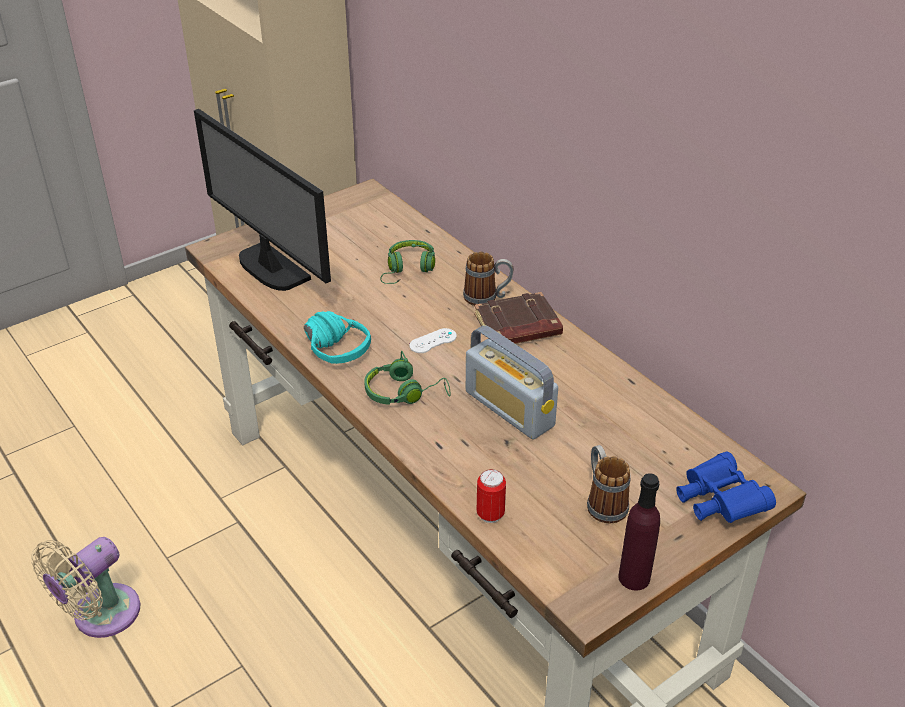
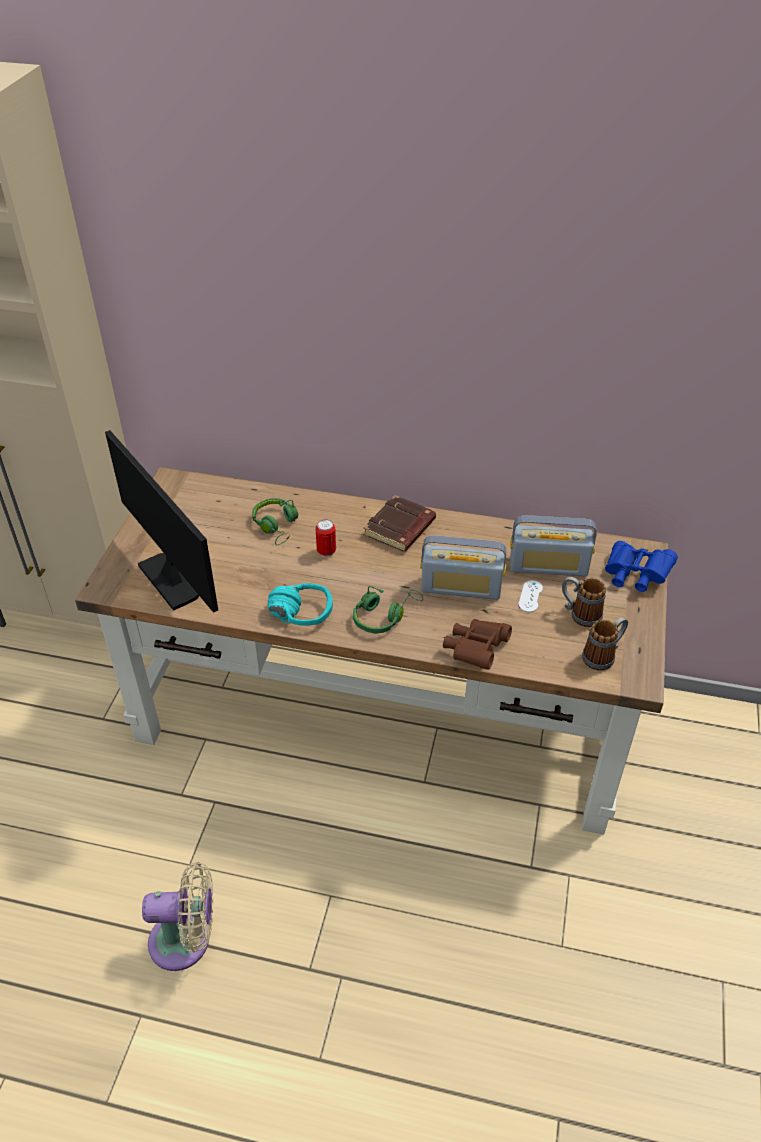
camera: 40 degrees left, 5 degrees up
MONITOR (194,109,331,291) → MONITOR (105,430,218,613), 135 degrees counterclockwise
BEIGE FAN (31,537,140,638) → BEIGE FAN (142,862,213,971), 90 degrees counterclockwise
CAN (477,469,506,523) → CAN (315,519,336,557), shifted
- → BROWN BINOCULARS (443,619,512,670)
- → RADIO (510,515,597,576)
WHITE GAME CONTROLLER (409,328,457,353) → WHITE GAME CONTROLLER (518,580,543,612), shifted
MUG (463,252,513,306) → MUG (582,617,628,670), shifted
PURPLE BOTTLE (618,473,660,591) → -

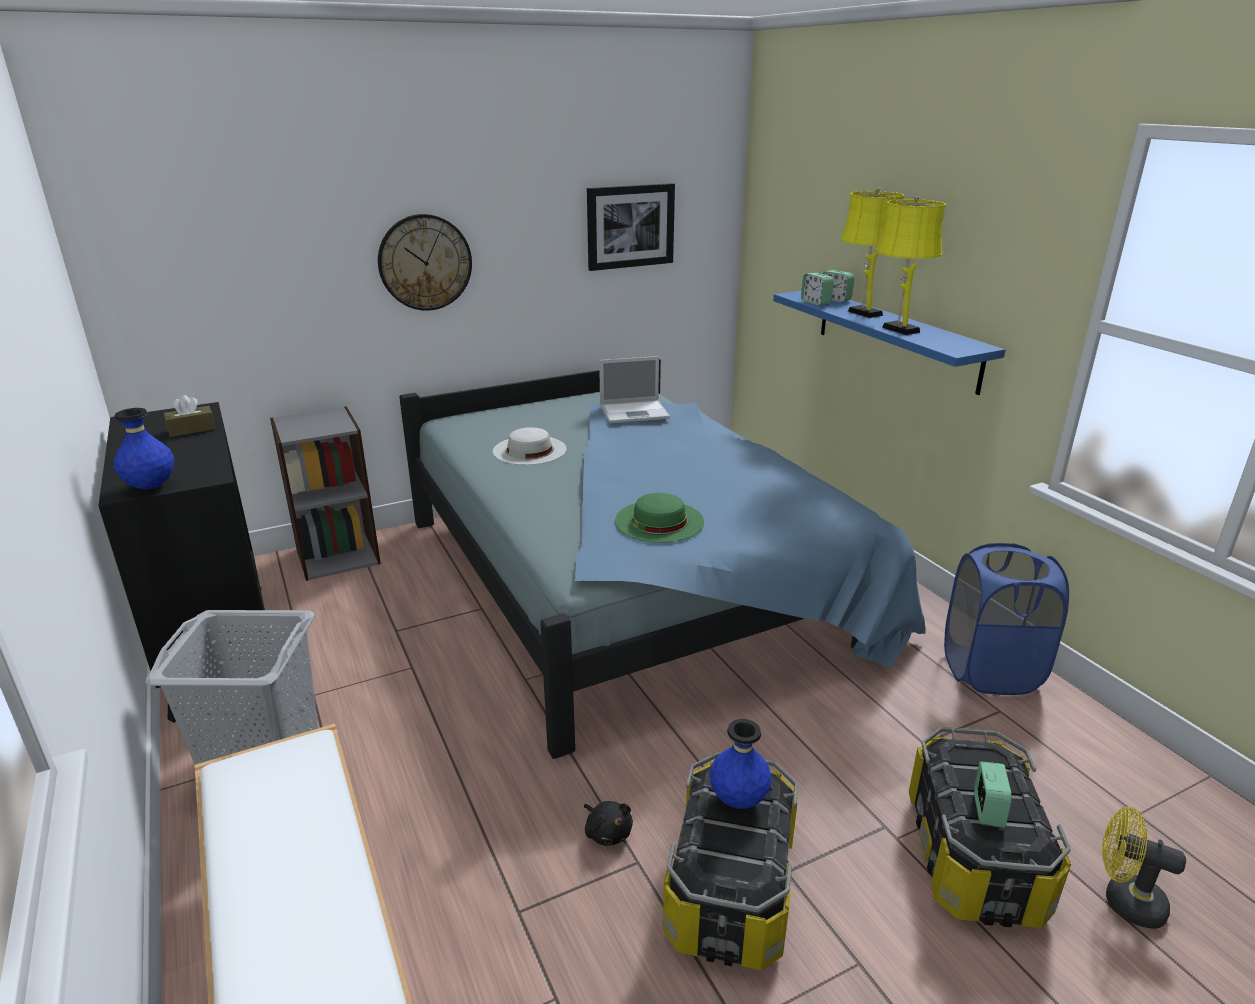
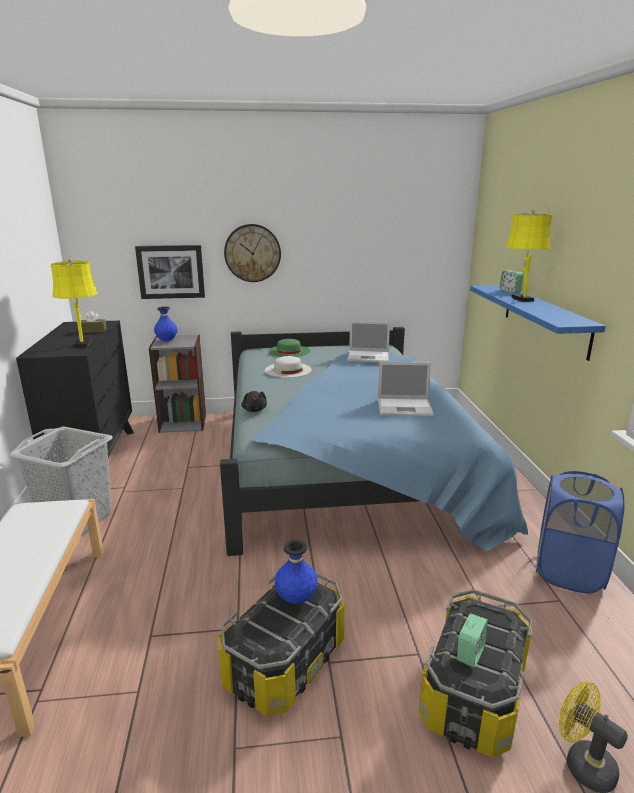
camera: 20 degrees right, 5 degrees down
YELLOW TABLE LAMP (876,196,946,335) → YELLOW TABLE LAMP (50,258,98,348), shifted
PICTURE (587,183,675,271) → PICTURE (135,245,205,299), shifted
BLUE VASE (114,408,174,490) → BLUE VASE (154,306,177,341), shifted
BLACK PLUSH TOY (584,801,633,846) → BLACK PLUSH TOY (241,391,267,412), shifted
GREEN HAT (615,493,704,543) → GREEN HAT (268,339,310,357), shifted
- → LAPTOP (378,362,434,416)
ALARM CLOCK (801,273,834,306) → -

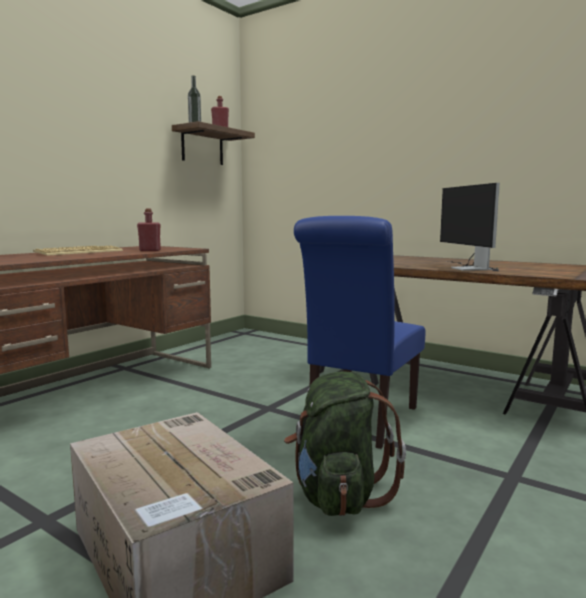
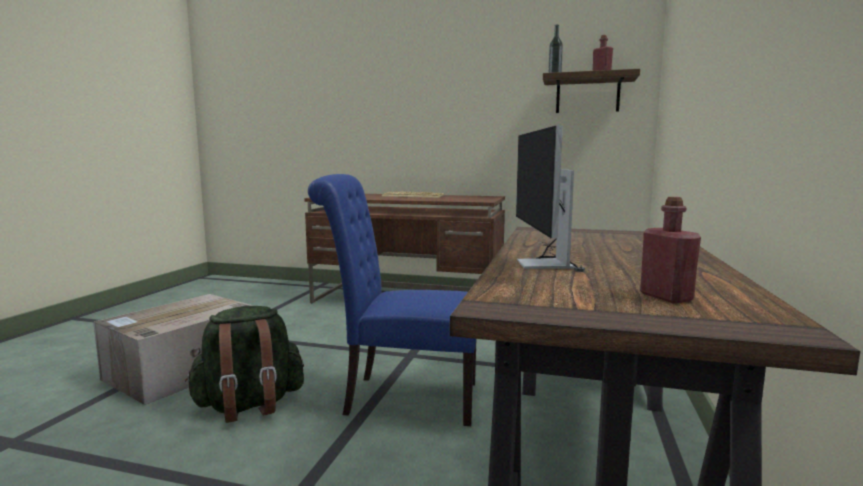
camera: 70 degrees right, 0 degrees up
MONITOR (440,183,500,271) → MONITOR (516,126,585,272), 60 degrees counterclockwise
RED BOTTLE (137,208,161,251) → RED BOTTLE (640,197,701,303), shifted

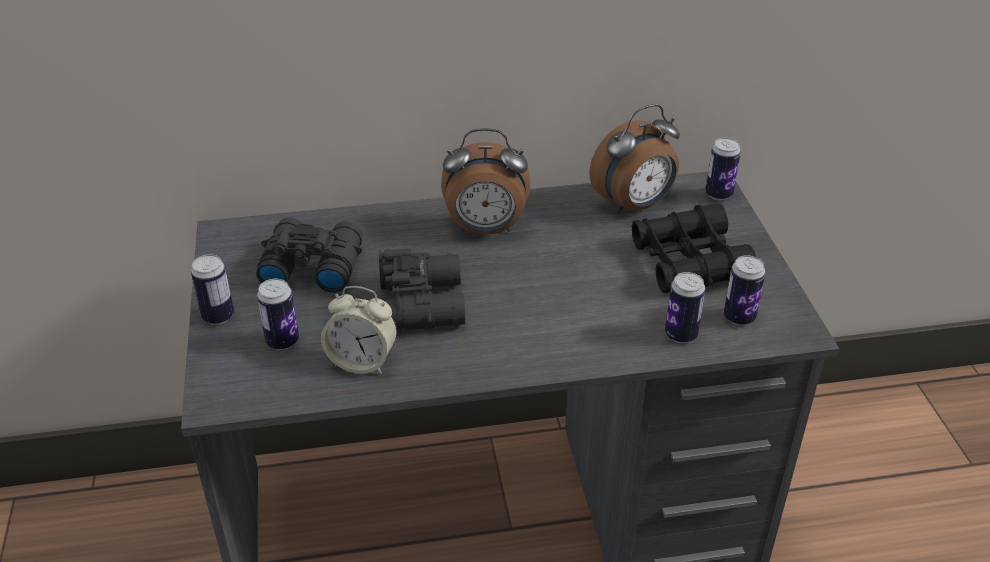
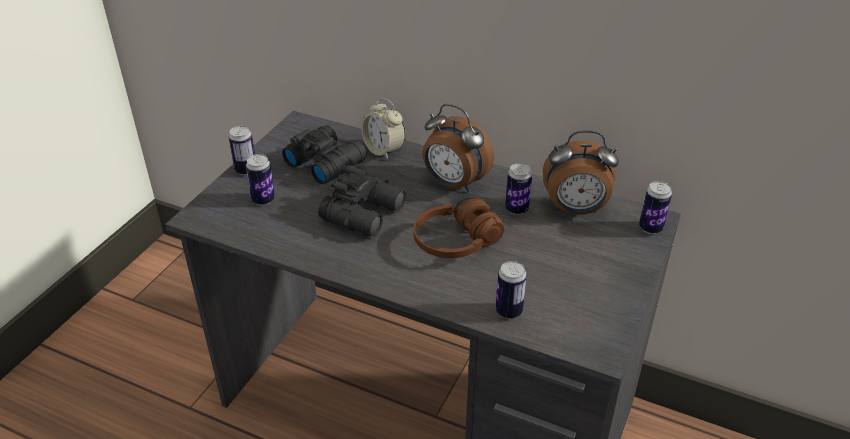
camera: 35 degrees right, 0 degrees up
ALARM CLOCK (321,286,397,374) → ALARM CLOCK (361,98,405,160), shifted
- → BROWN HEADPHONES (413,198,504,258)
CAN (724,255,766,326) → CAN (505,163,532,215), shifted
BLACK BINOCULARS (632,204,756,293) → -

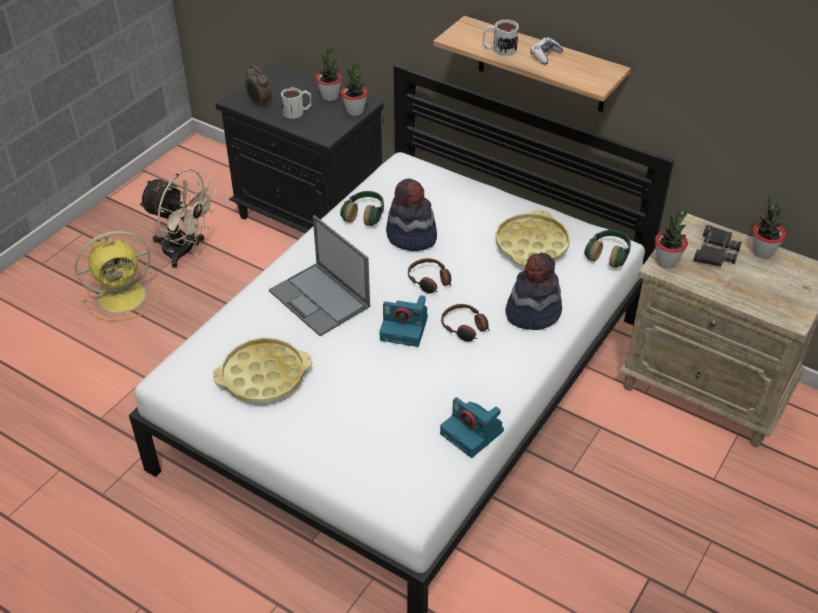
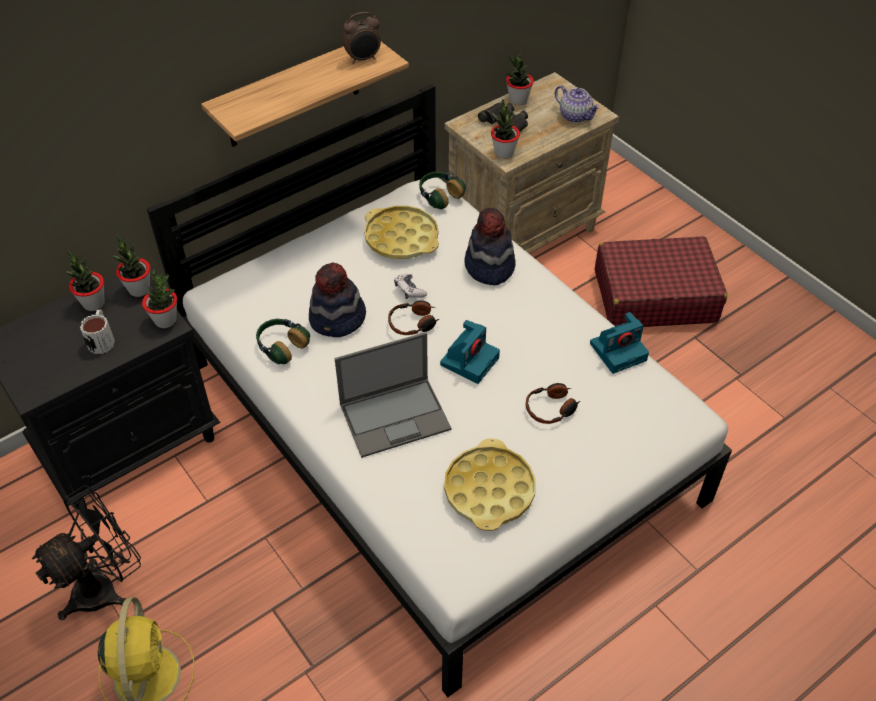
camera: 70 degrees left, 5 degrees up
BEIGE FAN (139,169,217,268) → BLACK FAN (32,485,141,620)
- → POTTED PLANT (142,270,177,328)
ALARM CLOCK (245,65,272,109) → ALARM CLOCK (342,12,381,64), shifted
GAME CONTROLLER (530,37,564,64) → GAME CONTROLLER (394,274,427,299), shifted
HEADPHONES (441,304,490,342) → HEADPHONES (526,383,580,424), shifted
- → TEAPOT (555,85,601,123)
- → RED SUITCASE (595,236,727,327)
MUG (483,20,519,56) → -

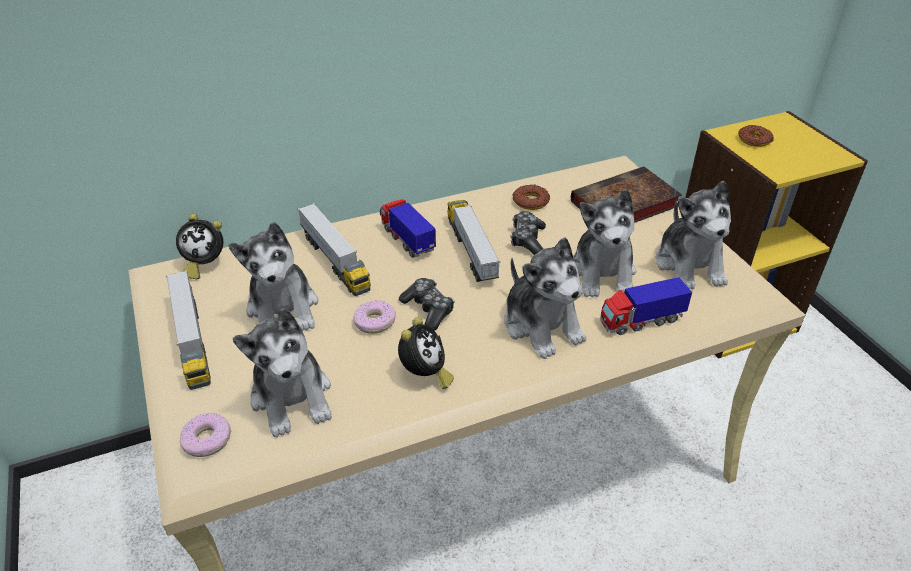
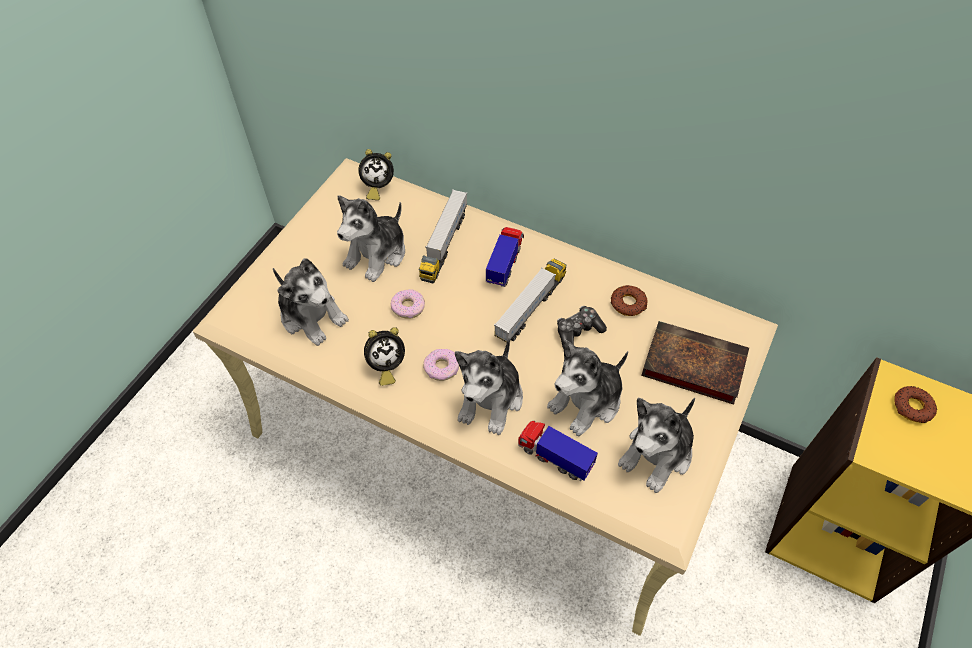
camera: 50 degrees right, 15 degrees up
PLUSH TOY (233,308,332,437) → PLUSH TOY (273,258,349,346), 75 degrees counterclockwise
ALARM CLOCK (176,214,223,279) → ALARM CLOCK (358,149,394,200), 60 degrees counterclockwise
DONUT (180,413,231,457) → DONUT (423,349,459,381), shifted
TOY TRUCK (166,270,211,390) → -
GAME CONTROLLER (399,278,454,331) → -

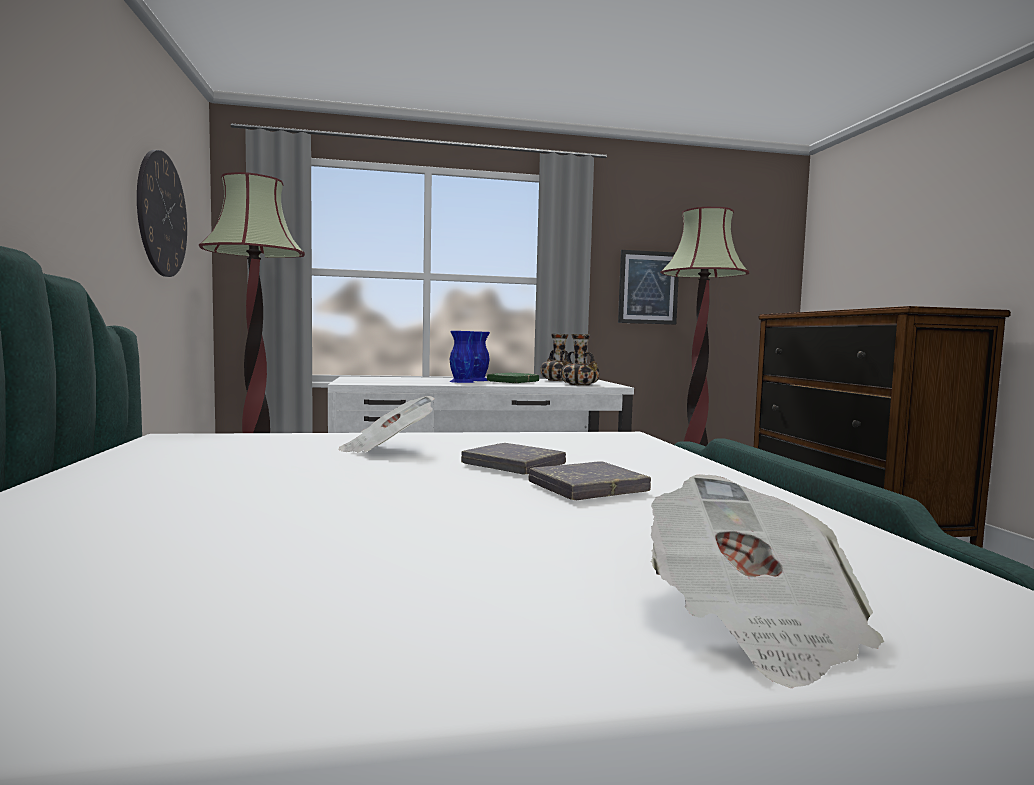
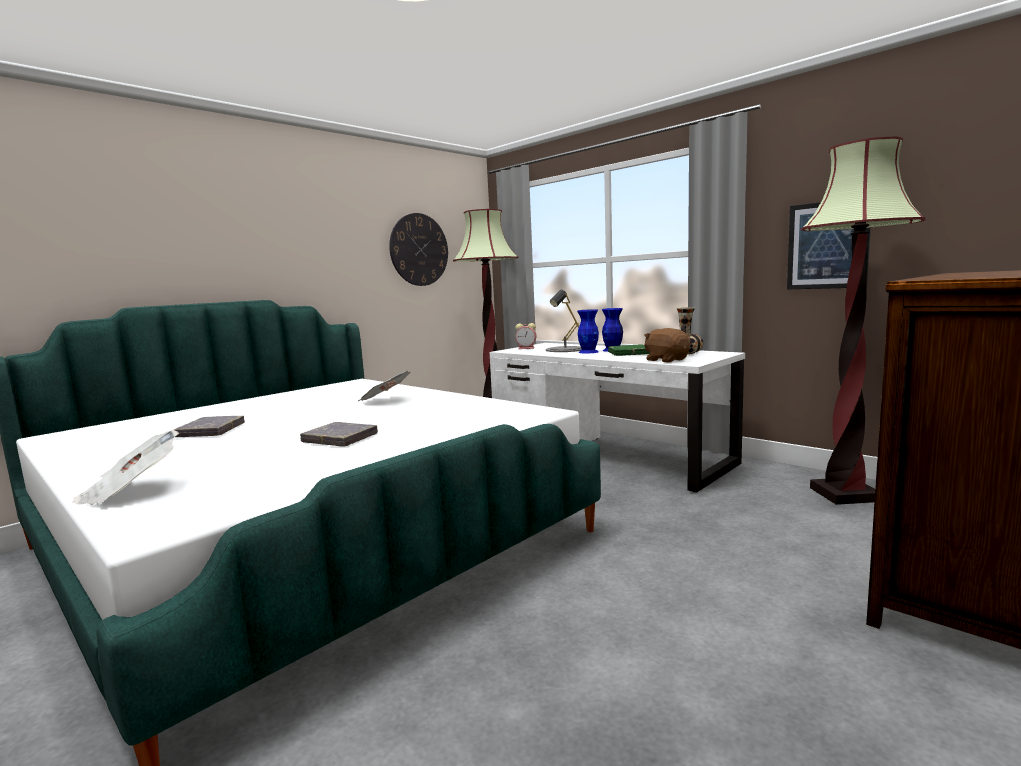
camera: 55 degrees right, 5 degrees up
GREY BOOK (461,443,566,474) → GREY BOOK (174,416,245,437), shifted
- → ALARM CLOCK (515,323,536,349)
- → GREY TABLE LAMP (546,290,582,352)
VASE (561,334,600,386) → BROWN PLUSH TOY (644,328,690,363)

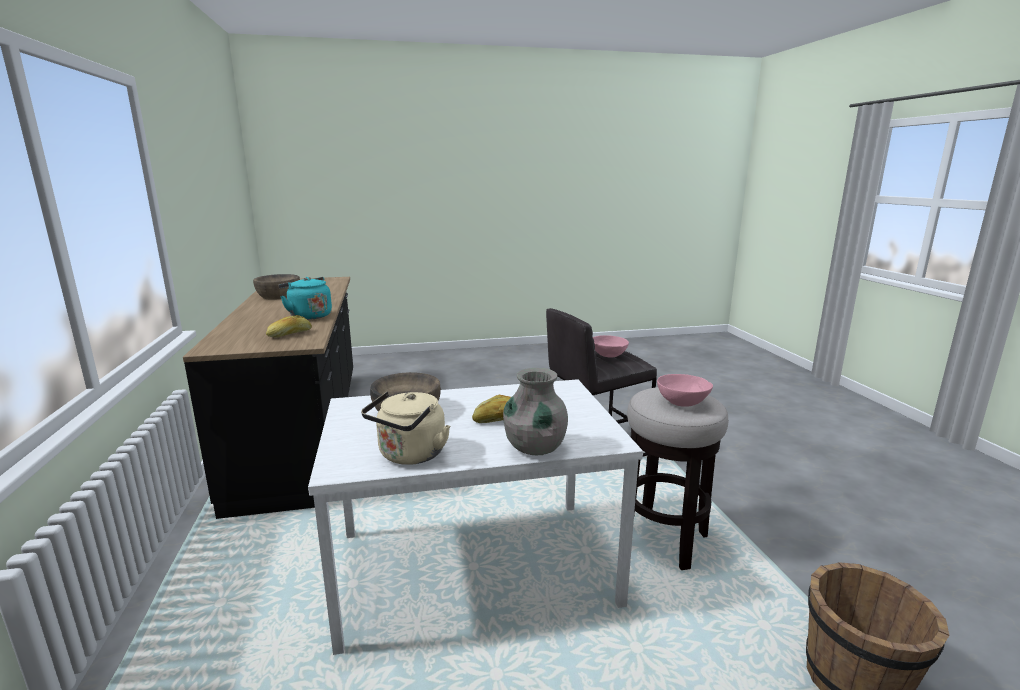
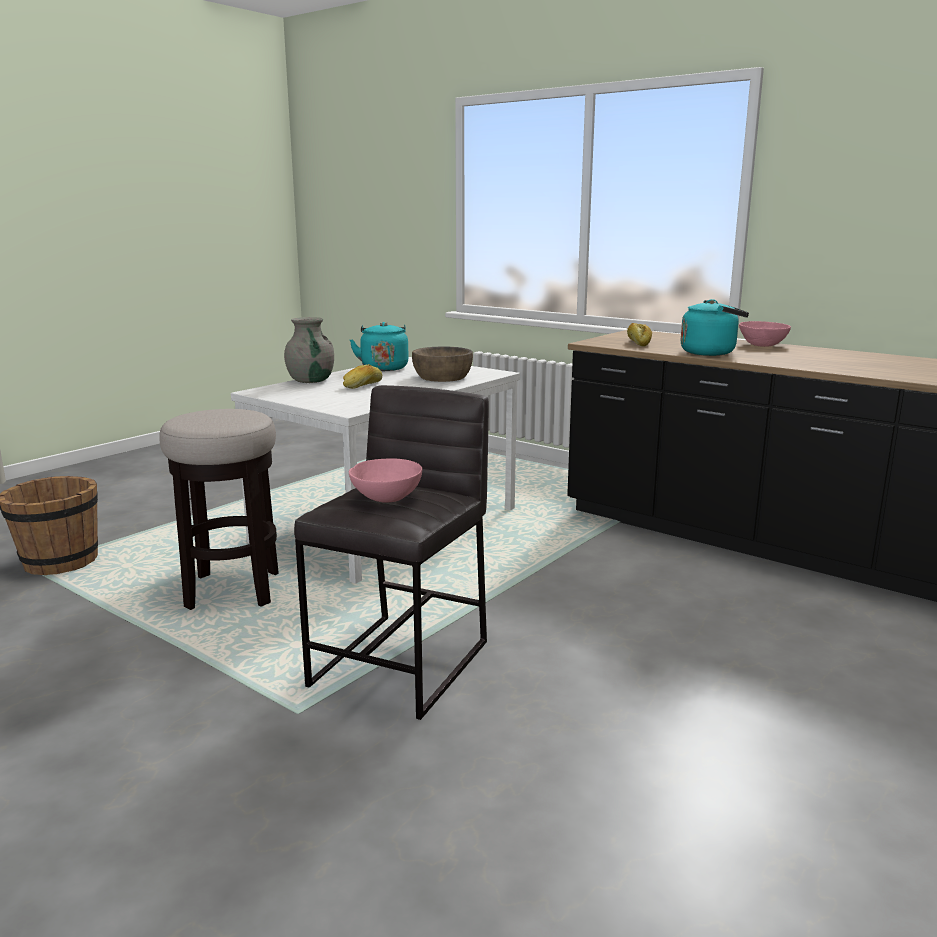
camera: 140 degrees right, 0 degrees up
BEIGE KETTLE (361,391,450,465) → TURQUOISE KETTLE (350,322,409,371)
PINK BOWL (657,374,713,407) → PINK BOWL (739,321,791,347), shifted
BROWN BOWL (253,274,300,300) → -

